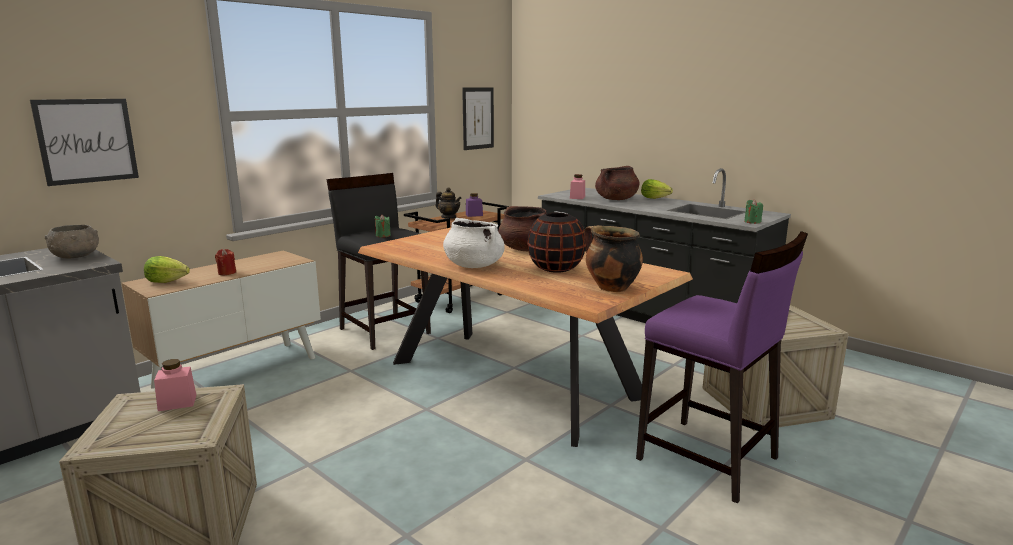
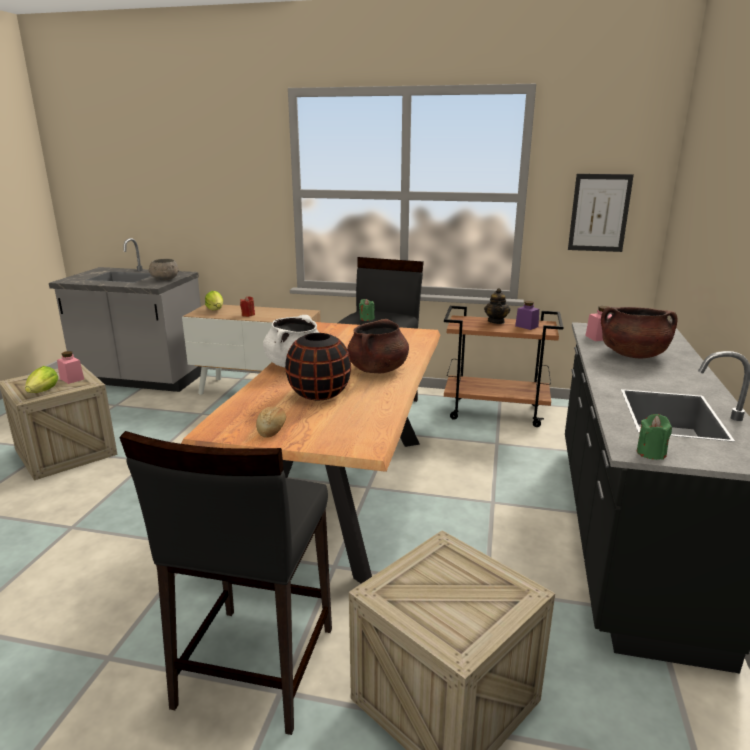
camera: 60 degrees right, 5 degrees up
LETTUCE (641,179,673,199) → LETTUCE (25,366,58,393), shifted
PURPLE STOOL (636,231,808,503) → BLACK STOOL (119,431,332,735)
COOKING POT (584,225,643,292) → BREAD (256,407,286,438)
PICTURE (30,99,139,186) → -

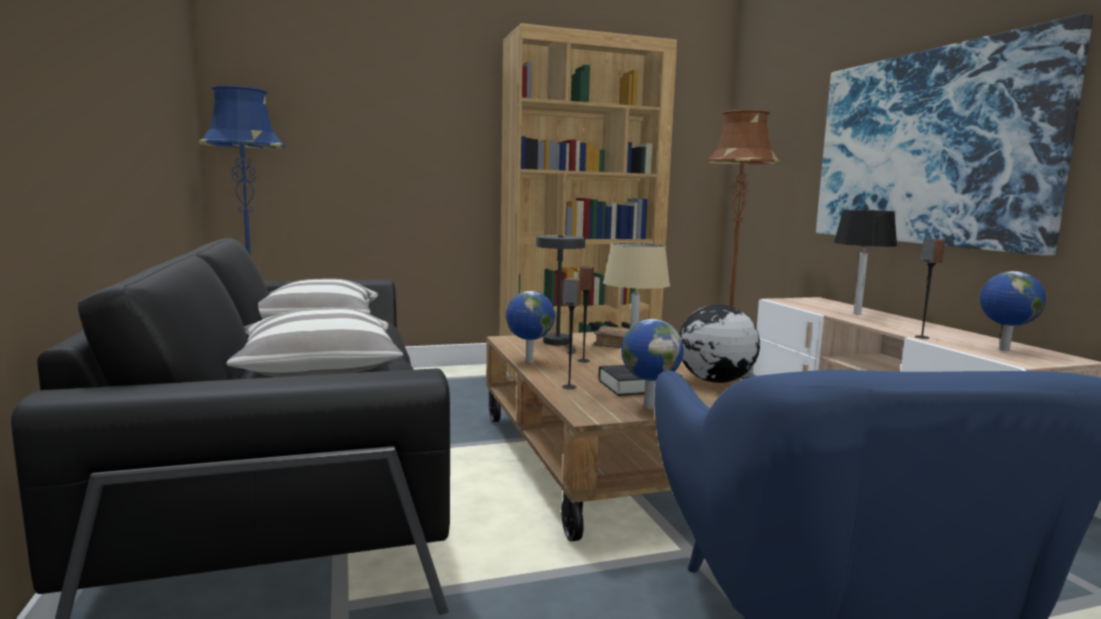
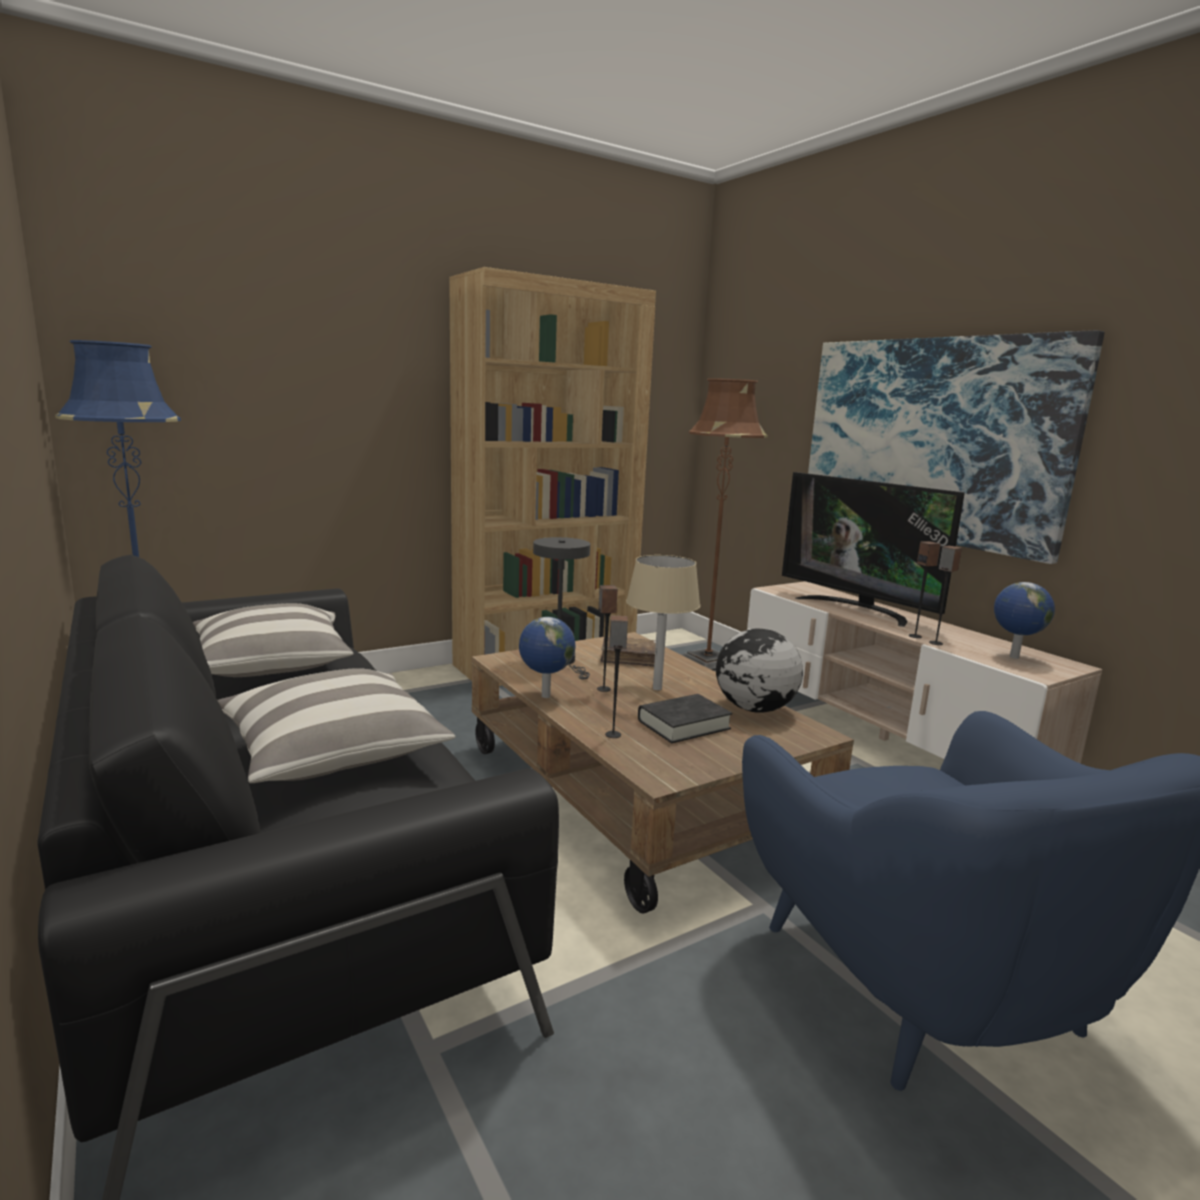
camera: 15 degrees left, 5 degrees up
BLACK TABLE LAMP (834,210,897,315) → TELEVISION (782,472,965,627)
- → SPEAKER (909,541,941,638)
GLOBE (621,319,683,409) → -

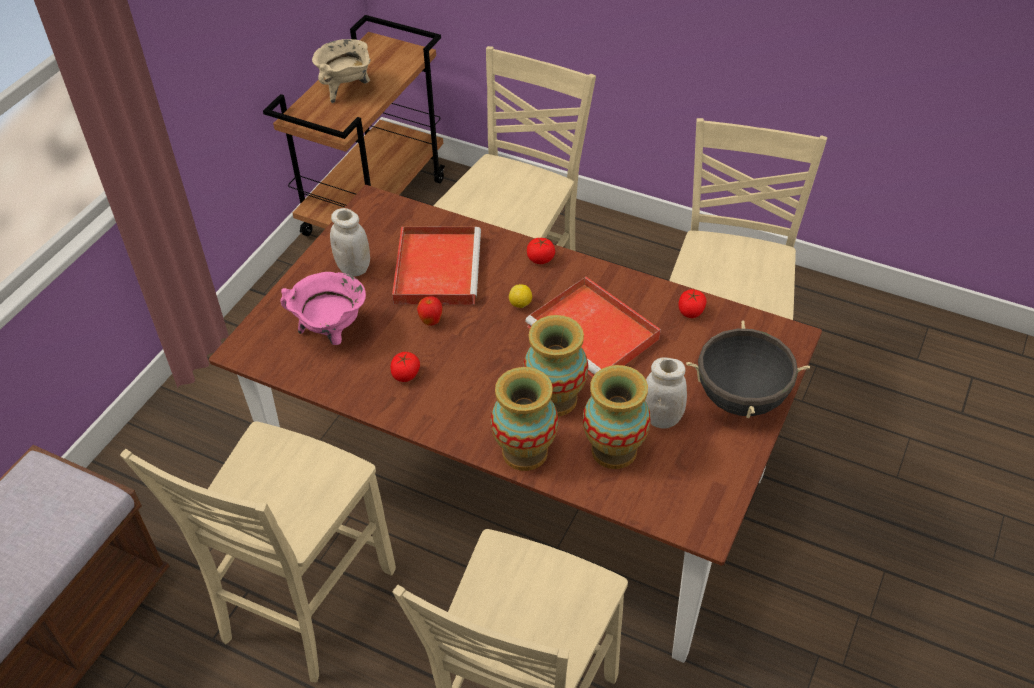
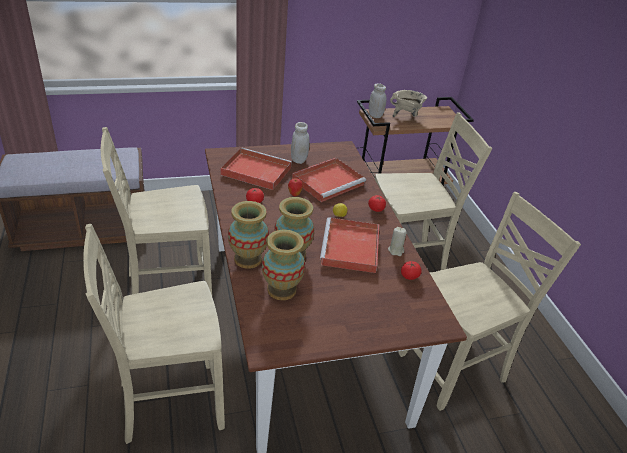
camera: 45 degrees right, 10 degrees down
PINK COOKING POT (281,272,366,345) → RED TRAY (220,148,292,190)
WHITE JAR (645,358,687,428) → WHITE JAR (369,83,386,118), shifted
- → BEIGE CANDLE (388,227,407,256)
BLACK COOKING POT (686,321,810,419) → -

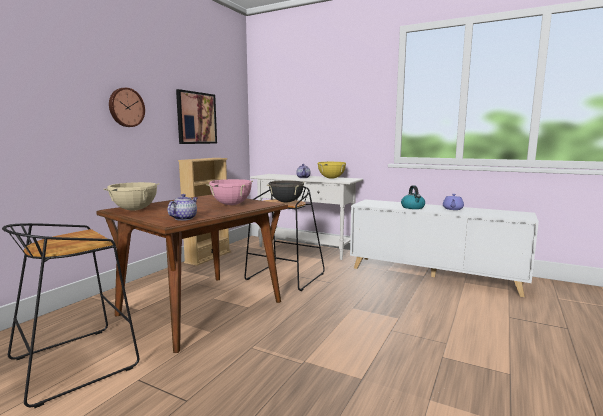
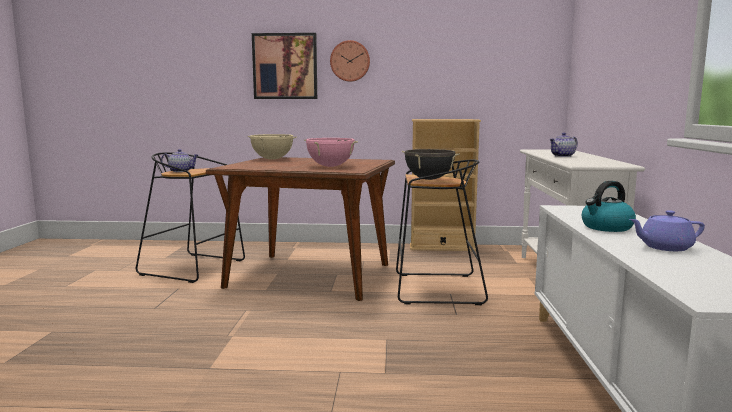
camera: 65 degrees right, 0 degrees up
TEAPOT (168,194,197,221) → TEAPOT (161,149,198,172), shifted
PICTURE (176,89,217,144) → PICTURE (252,33,317,99), shifted
YELLOW COOKING POT (318,162,346,179) → -

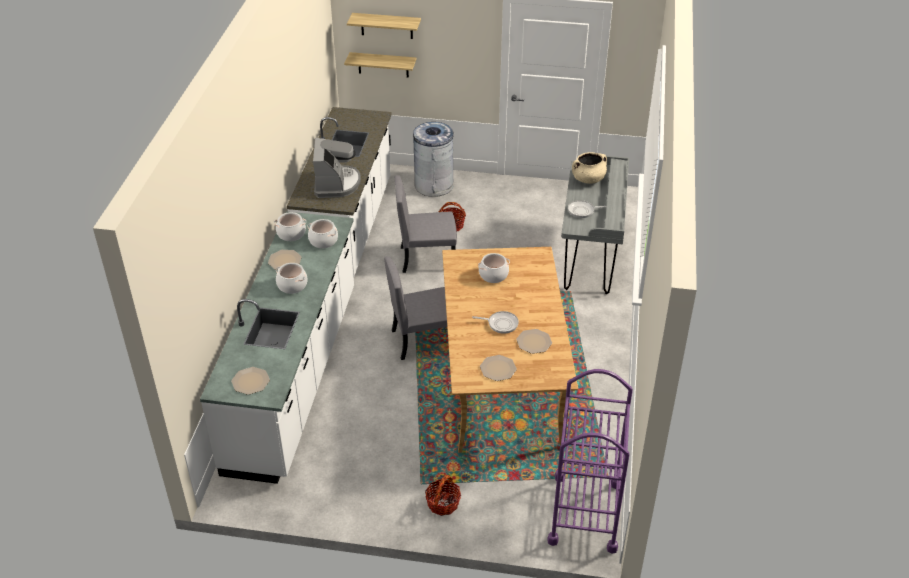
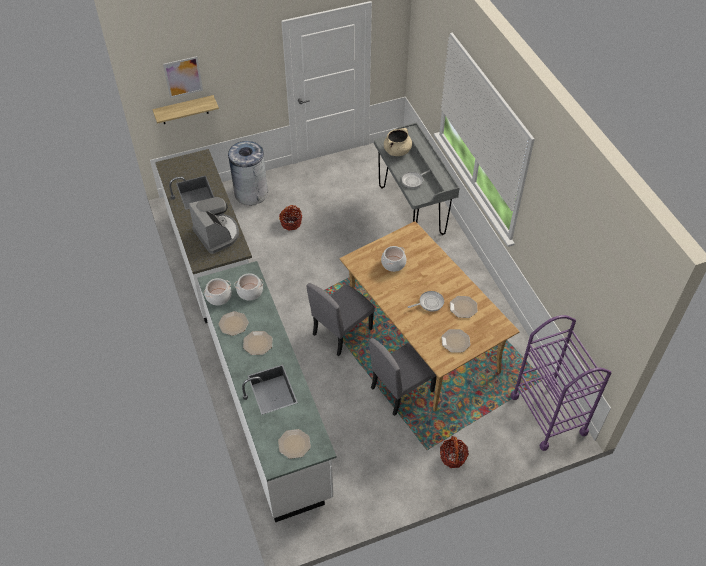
camera: 30 degrees left, 10 degrees up
SHELF (347,13,421,39) → PICTURE (163,56,203,98)
COOKING POT (276,263,308,294) → PLATE (243,331,272,355)
GREY CHAIR (395,175,457,273) → GREY CHAIR (369,338,437,416), shifted

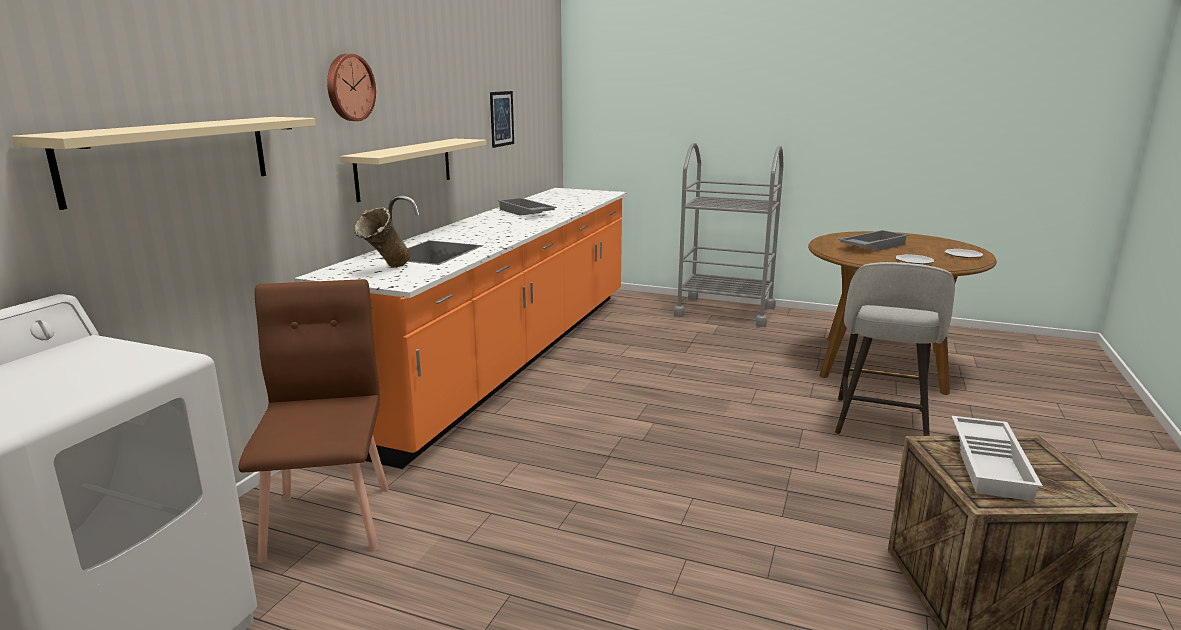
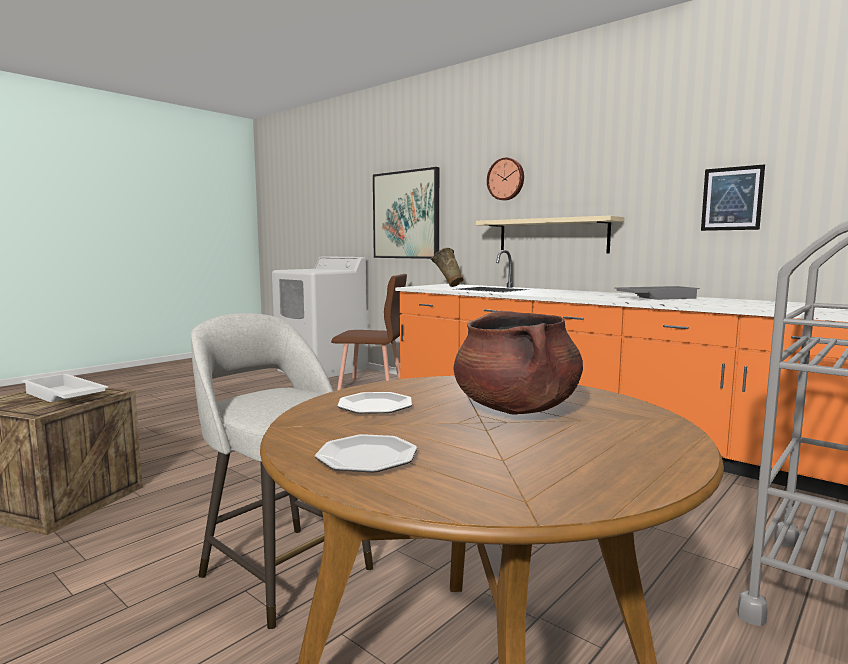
camera: 110 degrees right, 10 degrees down
BEIGE SHELF (12,117,316,210) → PICTURE (373,167,439,259)
GREY TRAY (838,230,909,251) → BROWN COOKING POT (454,311,583,415)

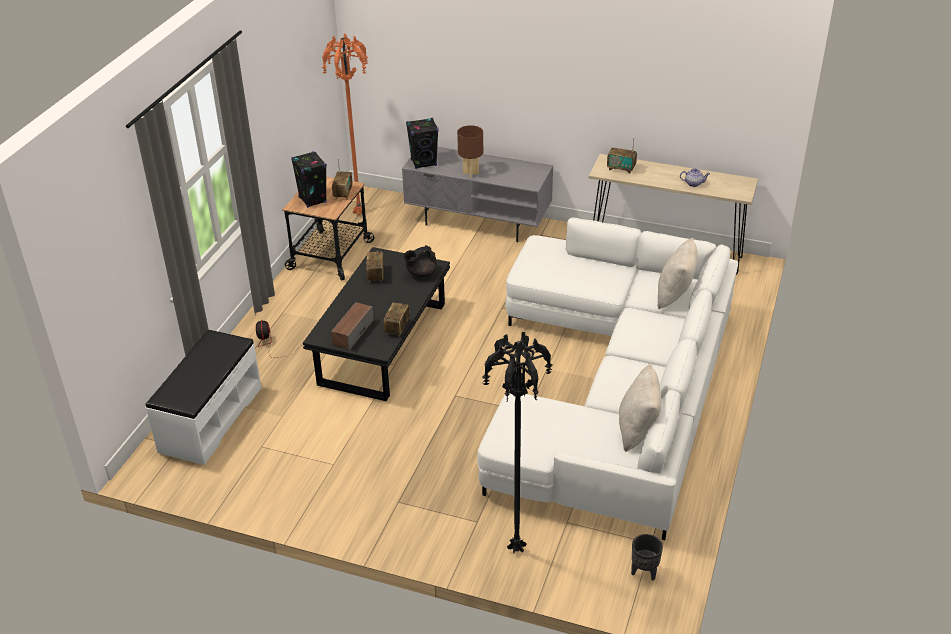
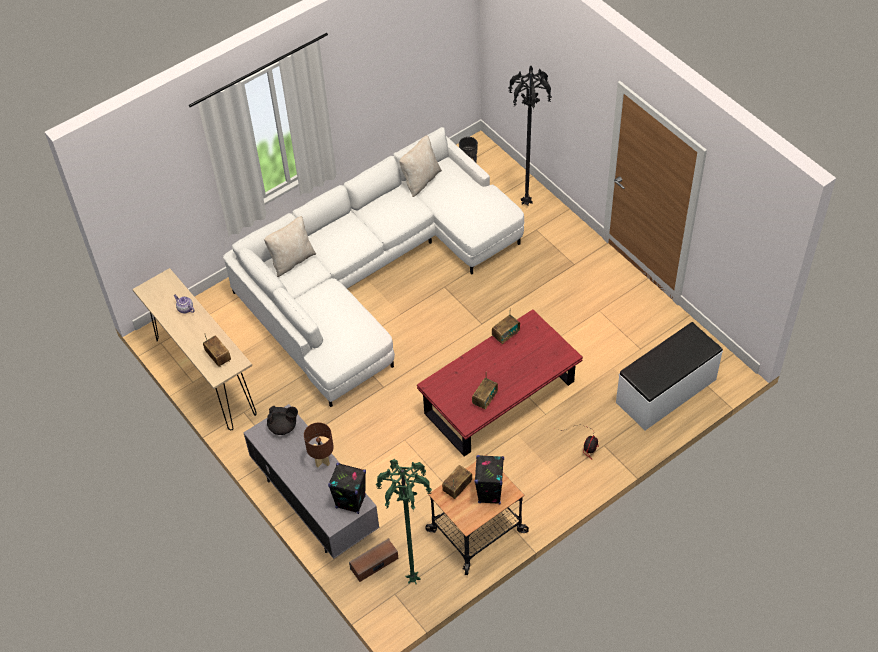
camera: 145 degrees left, 15 degrees up
BLACK TEAPOT (404,245,437,277) → BLACK TEAPOT (267,406,298,435), shifted
SPEAKER (331,302,374,350) → SPEAKER (349,538,399,582), shifted
ORANGE FLOOR LAMP (322,34,368,215) → GREEN FLOOR LAMP (375,459,432,584)
BLACK COFFEE TABLE (303,247,450,401) → RED COFFEE TABLE (417,309,583,457)

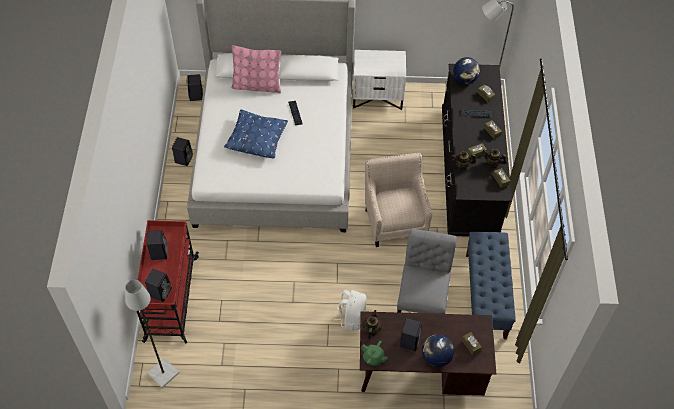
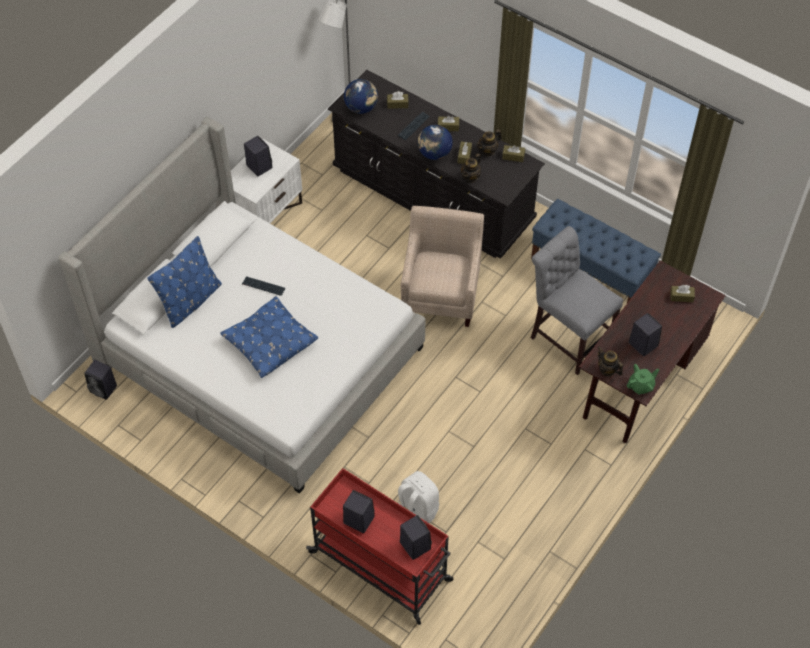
camera: 55 degrees left, 0 degrees up
PINK PILLOW (231,45,281,93) → BLUE PILLOW (147,236,222,328)
BLACK SPEAKER (172,137,193,166) → BLACK SPEAKER (244,136,272,176), shifted
WHITE BACKPACK (334,290,367,331) → WHITE BACKPACK (398,471,439,523), shifted
BEIGE ARMCHAIR (365,153,432,247) → BEIGE ARMCHAIR (401,206,484,327), 75 degrees clockwise
GLOBE (422,334,454,367) → GLOBE (418,125,453,160), shifted
GREY FLOOR LAMP (125,280,179,388) → -

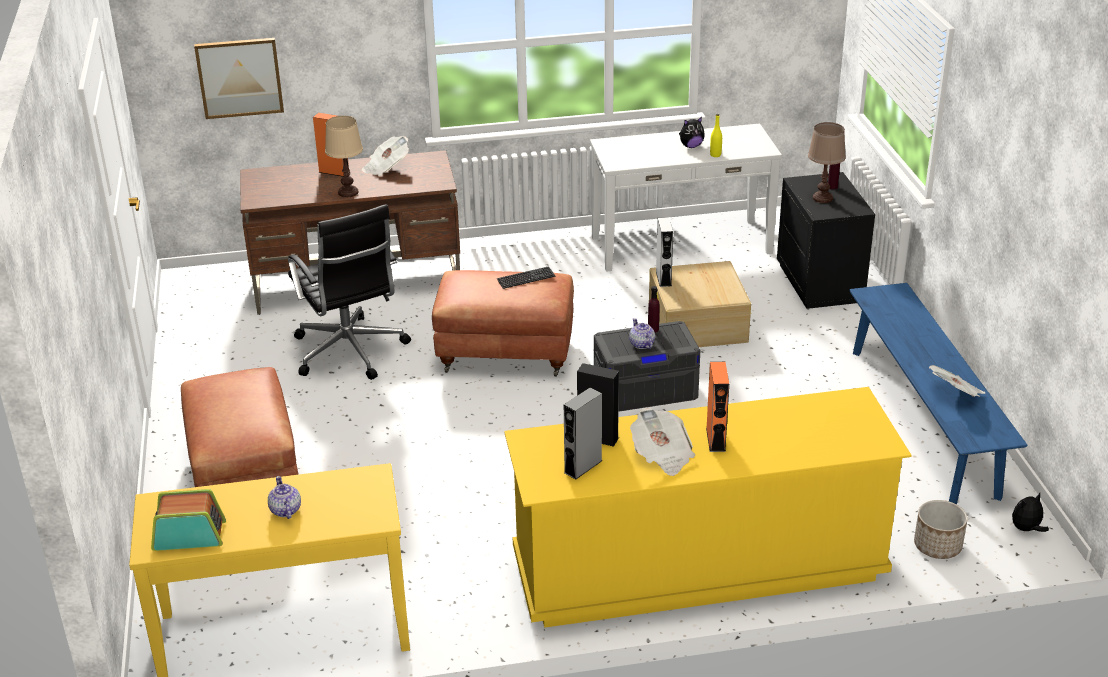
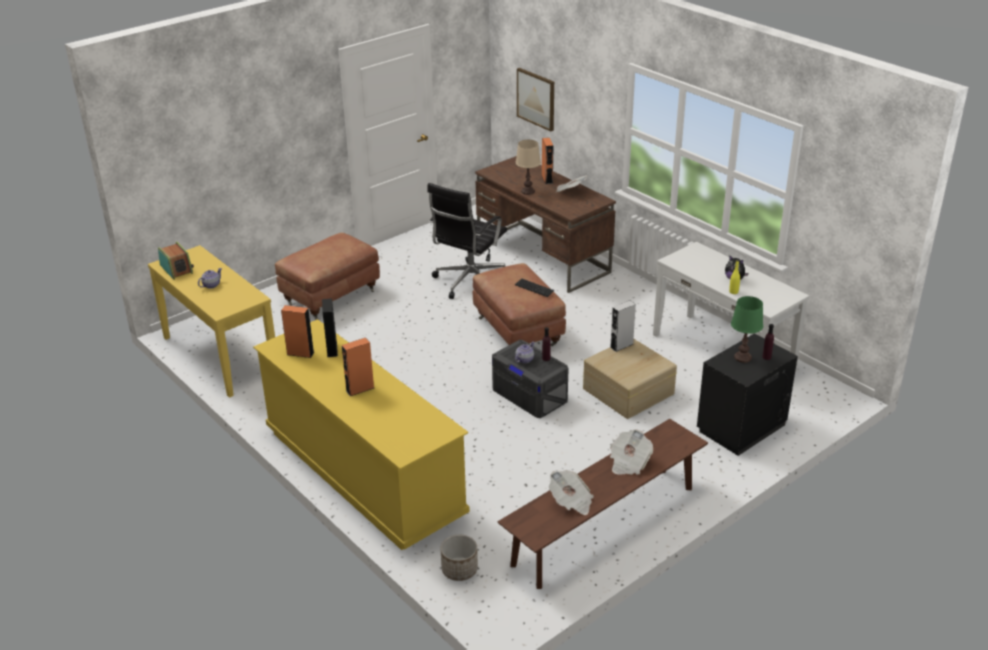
camera: 60 degrees right, 0 degrees up
GREY SPEAKER (564,387,602,480) → ORANGE SPEAKER (281,305,314,358)
BLUE BENCH (849,283,1027,504) → BROWN BENCH (498,419,708,589)
NEWSPAPER (630,408,695,476) → NEWSPAPER (610,430,653,475), shifted
BROWN TABLE LAMP (808,122,846,203) → GREEN TABLE LAMP (731,296,763,363)
PLUSH TOY (1012,493,1049,532) → -

